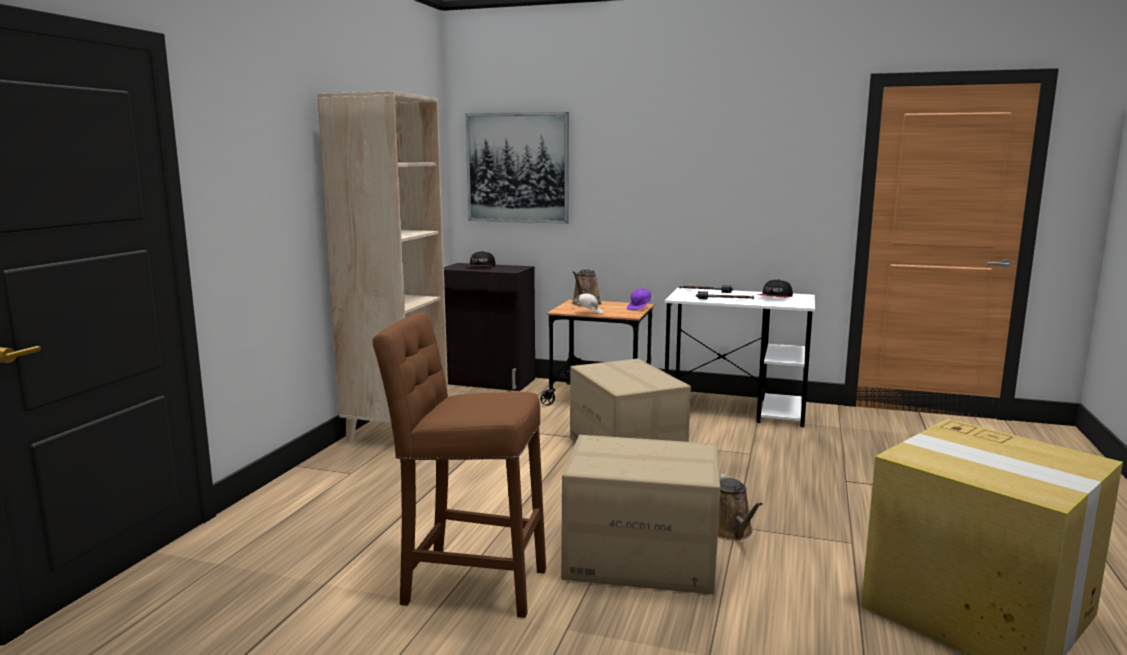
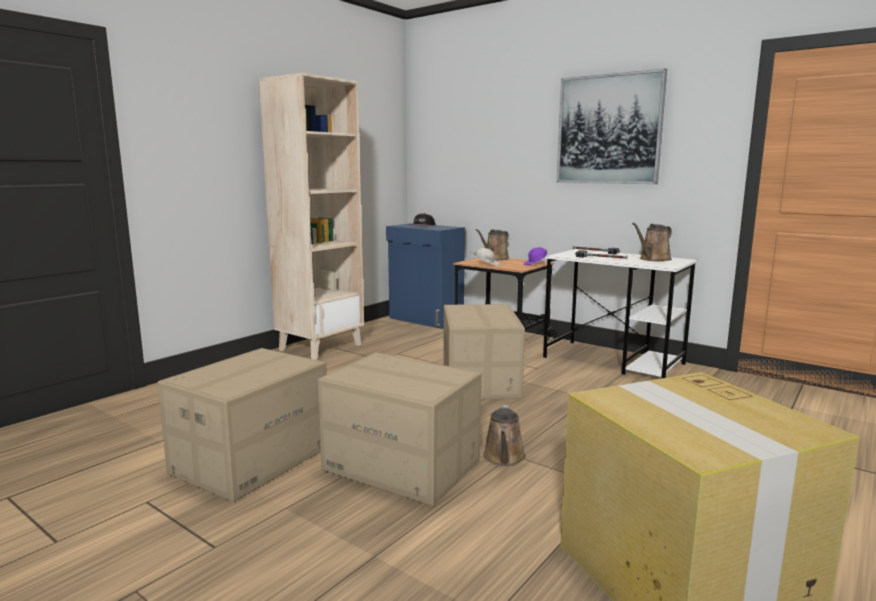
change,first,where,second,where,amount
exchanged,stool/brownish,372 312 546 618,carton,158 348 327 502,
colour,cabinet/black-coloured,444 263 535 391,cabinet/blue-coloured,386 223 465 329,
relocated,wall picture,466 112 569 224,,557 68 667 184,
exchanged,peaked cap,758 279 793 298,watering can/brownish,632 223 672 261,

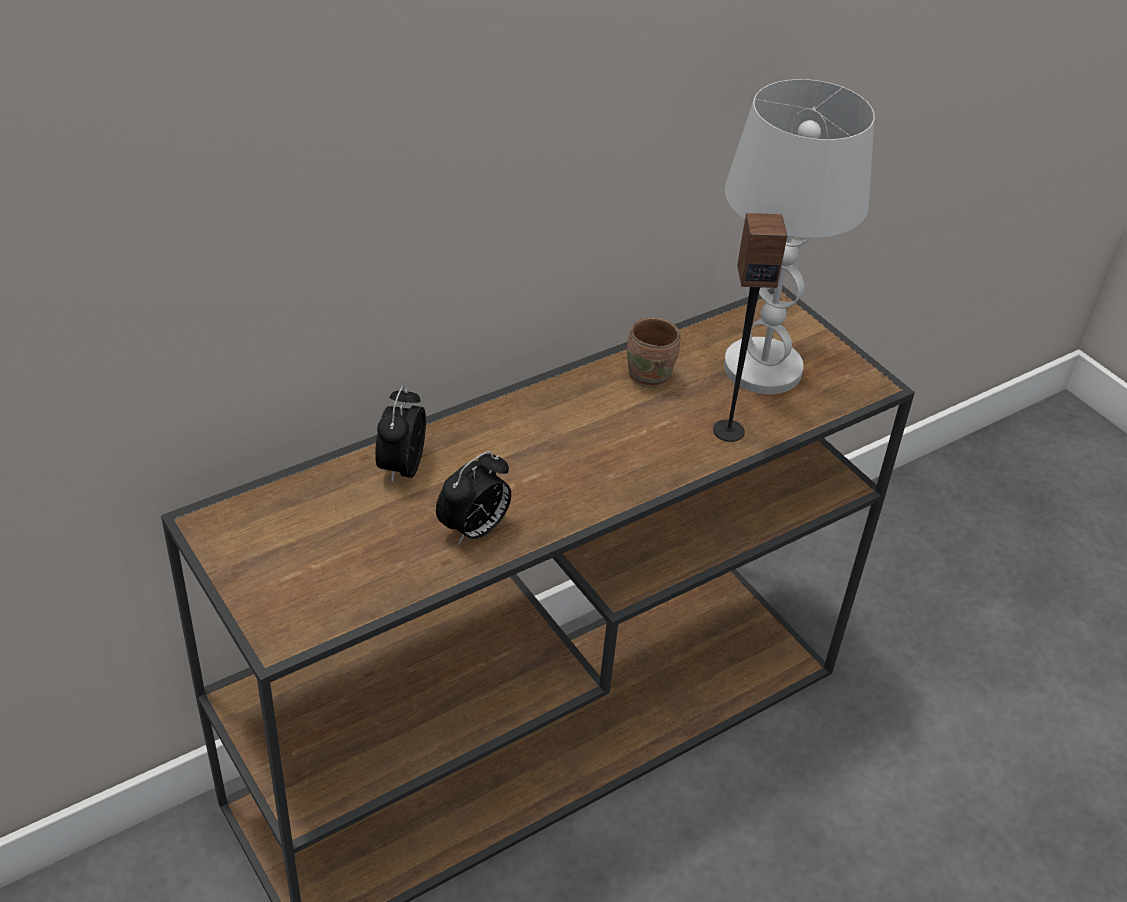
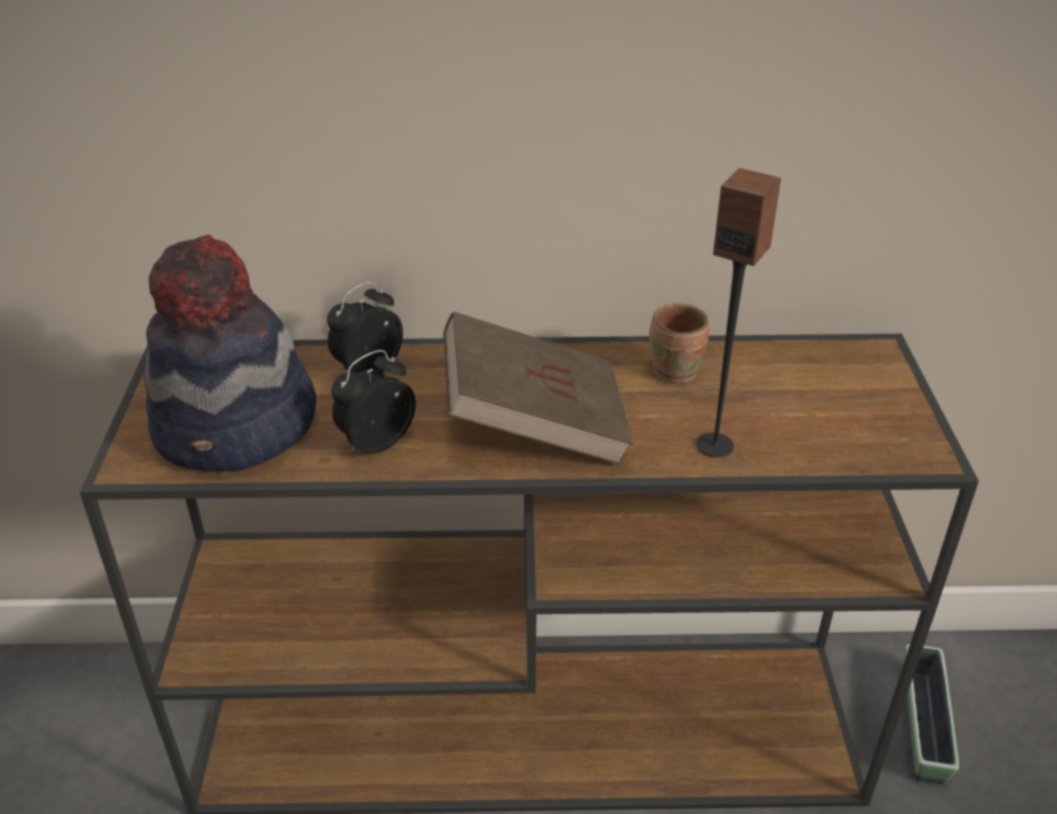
change,first,where,second,where,amount
appeared,,,hat,144 235 316 472,
spun,table clock,436 451 511 545,,331 350 416 454,150 degrees clockwise
appeared,,,volume/brownish,443 311 634 465,
appeared,,,planter,904 644 959 784,
missing,tabletop lamp/white-coloured,724 79 875 394,,,

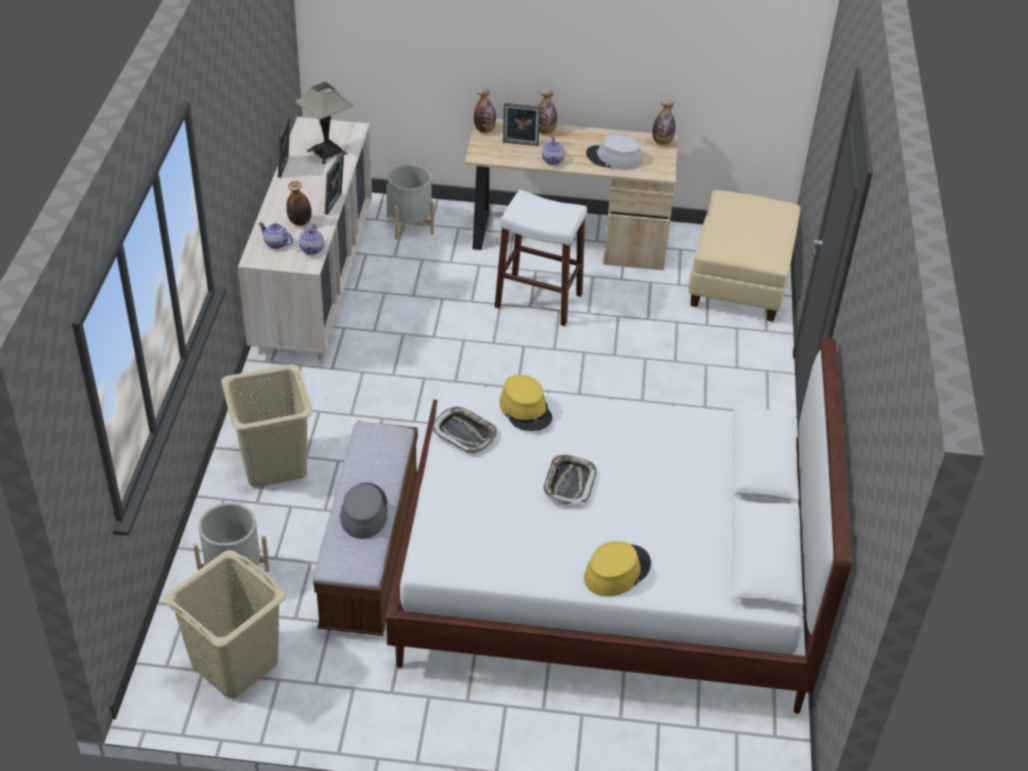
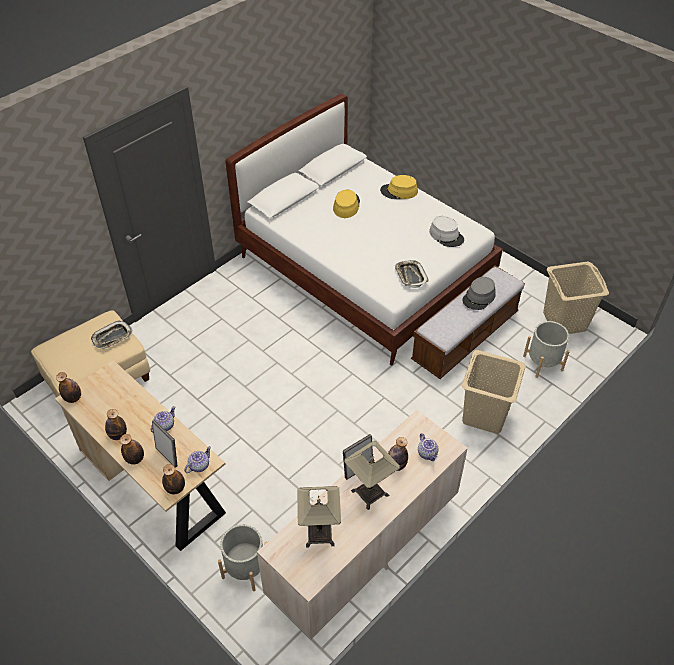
change,first,where,second,where,amount
relocated,serving tray,543 454 596 505,,91 321 133 349,
appeared,,,bottle,105 409 127 440,
relocated,teapot,299 224 324 255,,184 446 211 473,
relocated,hat/yellowish,499 374 552 431,,333 190 360 218,
appeared,,,tabletop lamp,344 441 400 510,
relocated,hat/grey,586 134 642 170,,429 216 464 247,
missing,photo frame,278 116 290 178,,,
missing,stool/white-coloured,495 190 587 326,,,

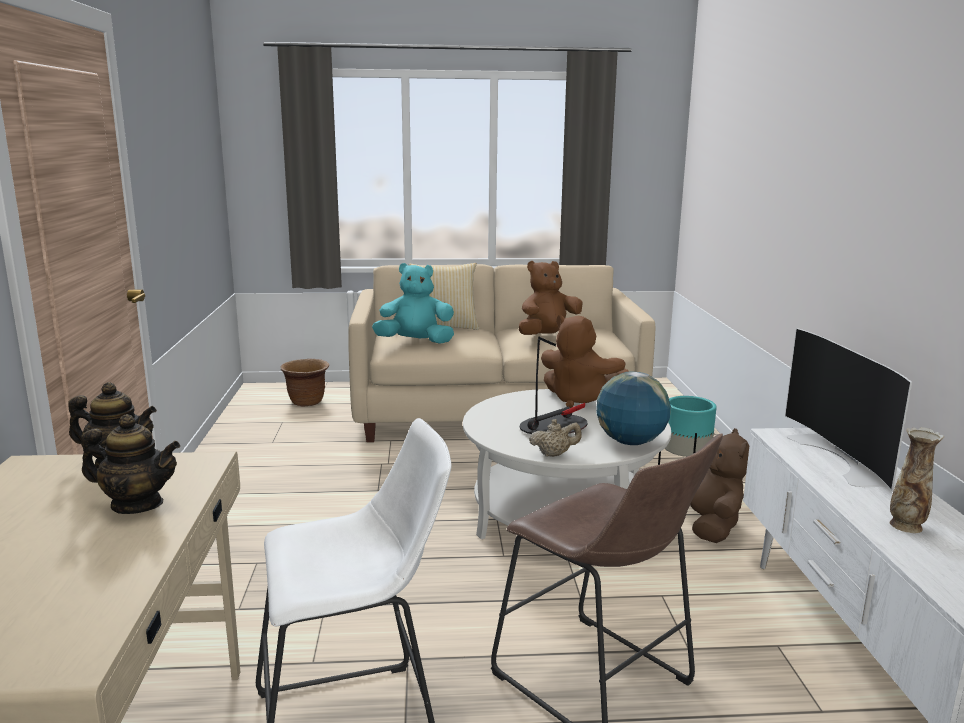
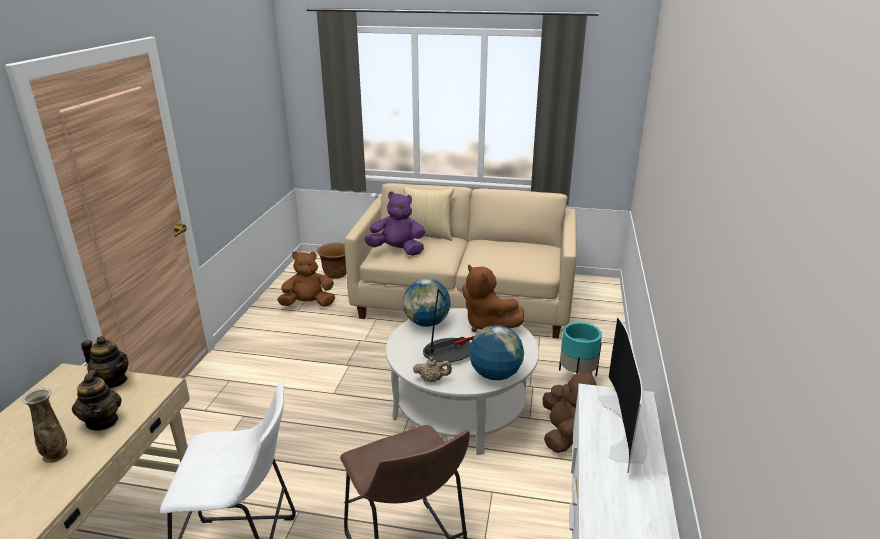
change,first,where,second,where,amount
relocated,flower vase,890 427 944 533,,21 388 68 463,
spun,teapot,81 414 180 514,,72 369 122 431,45 degrees clockwise
relocated,cuddly toy/brownish,519 261 582 335,,277 251 335 307,
colour,cuddly toy/turquoise-coloured,372 263 454 344,cuddly toy/purplish,364 191 425 256,
appeared,,,globe,403 279 451 327,

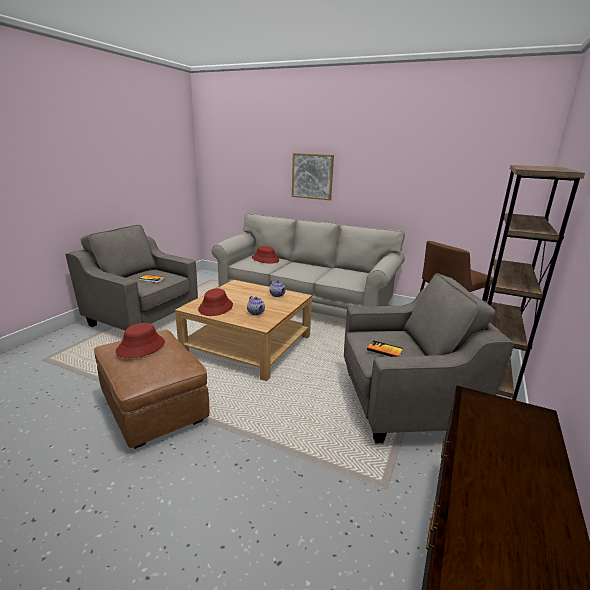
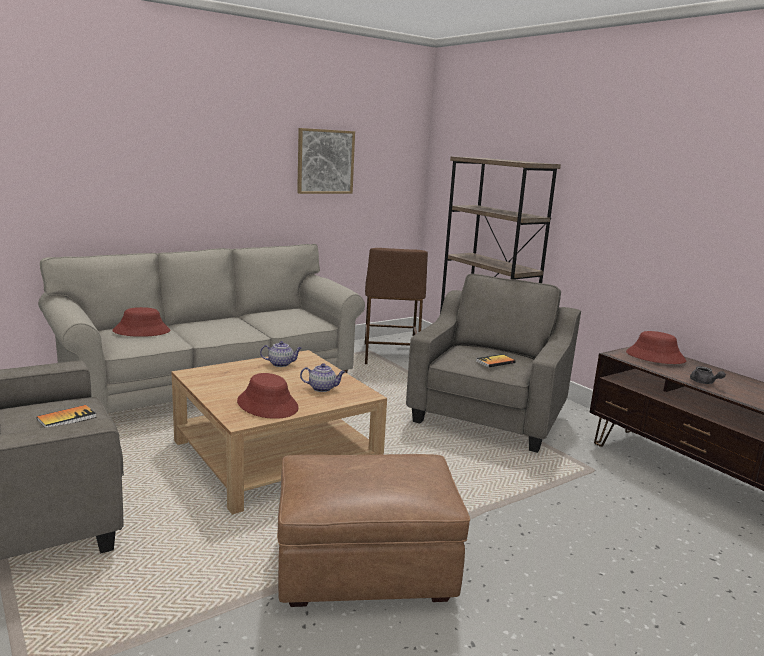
change,first,where,second,where,amount
relocated,wall picture,292 153 334 200,,297 128 355 194,
relocated,hat/red,116 323 165 358,,626 331 687 364,
appeared,,,teapot/grey,690 366 726 384,

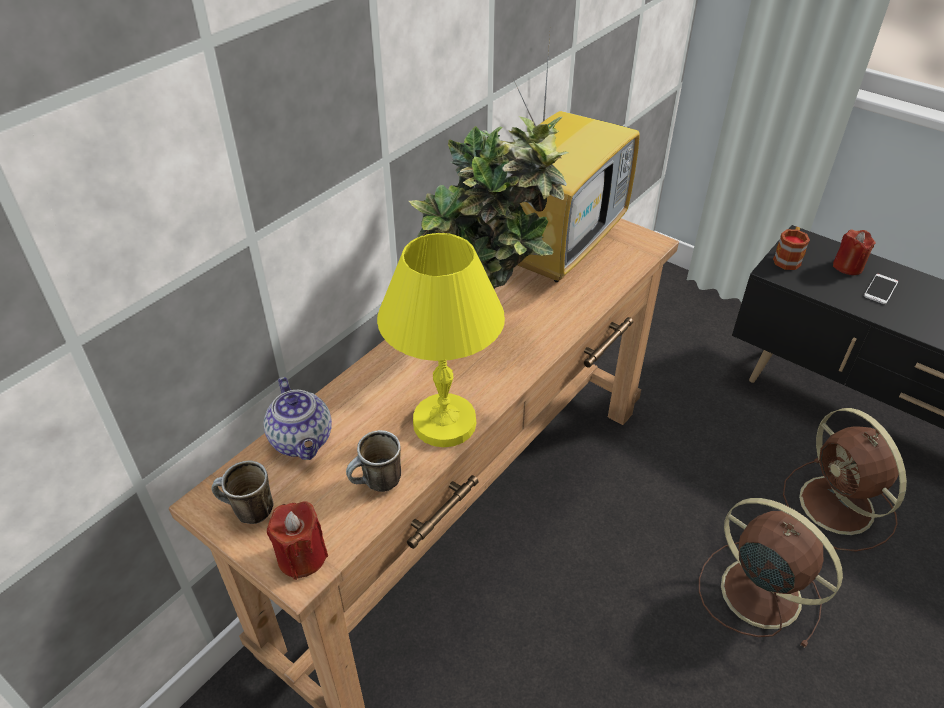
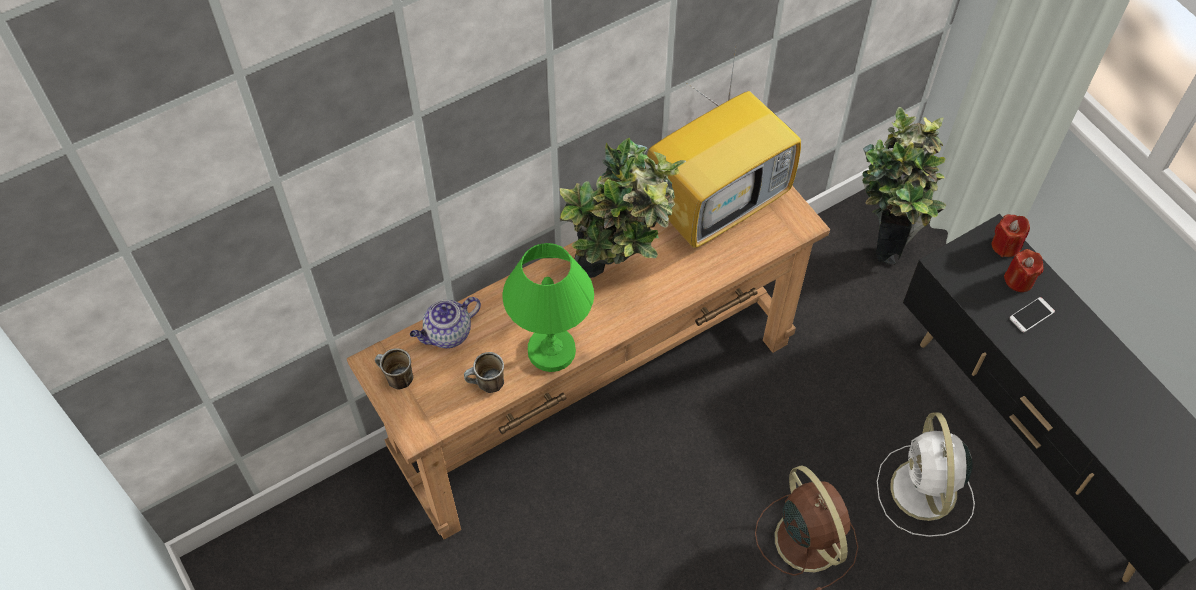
change,first,where,second,where,amount
spun,teapot,264 377 332 460,,410 297 481 348,60 degrees clockwise
colour,tabletop lamp/yellowish,377 233 505 447,tabletop lamp/green-coloured,502 243 594 372,
appeared,,,houseplant,862 107 946 265,
colour,fan/brownish,783 408 907 552,fan/white-coloured,877 413 975 537,
relocated,candle/red,267 501 328 580,,992 214 1030 257,
missing,coffee mug,773 227 810 270,,,

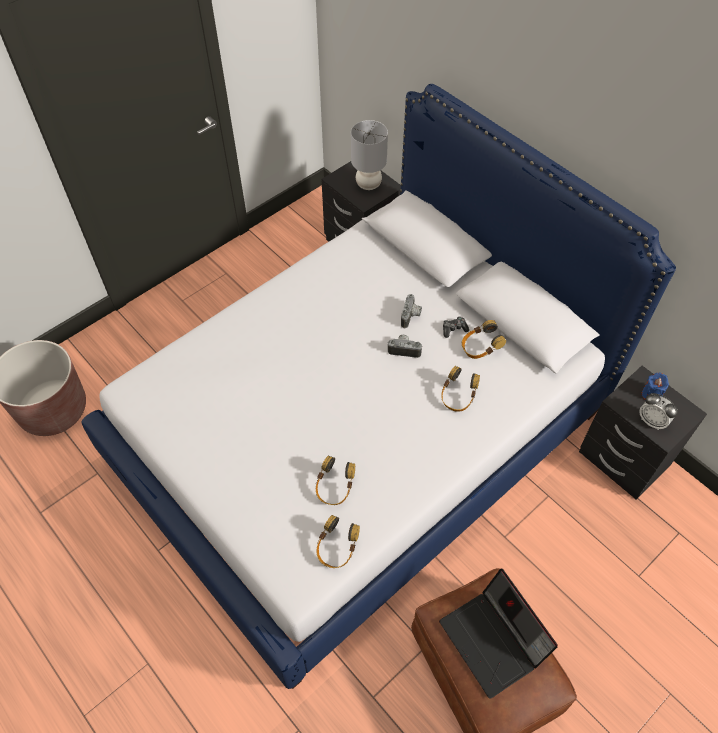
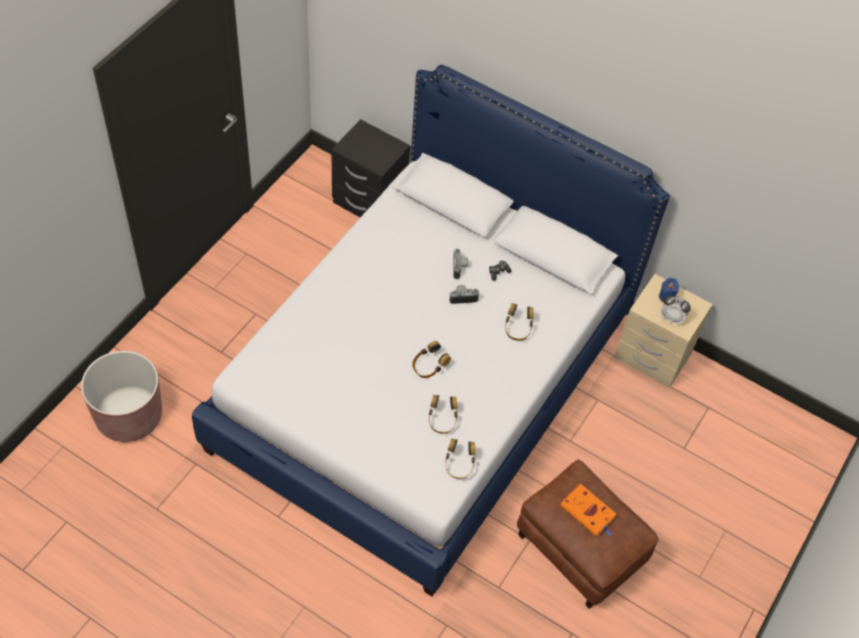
change,first,where,second,where,amount
relocated,headset,462 320 506 359,,412 341 451 378,
exchanged,portable computer,439 569 558 699,volume/orange,560 484 616 537,
colour,night table/black-coloured,579 366 707 500,night table/beige-coloured,614 274 713 388,
missing,tabletop lamp/grey,351 120 388 190,,,

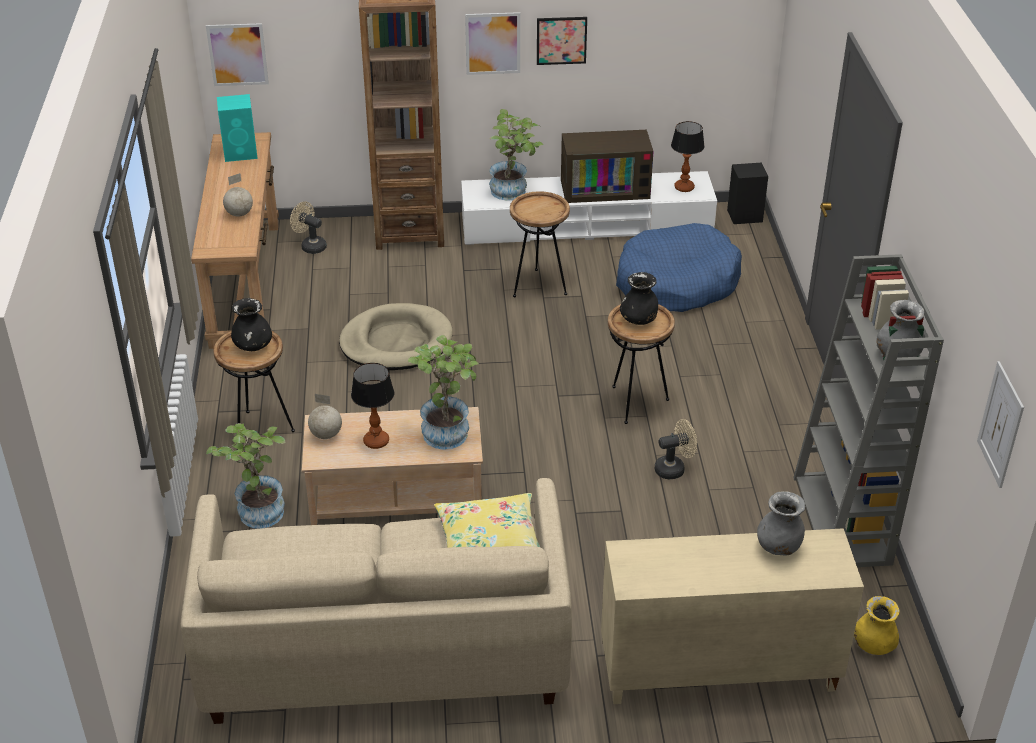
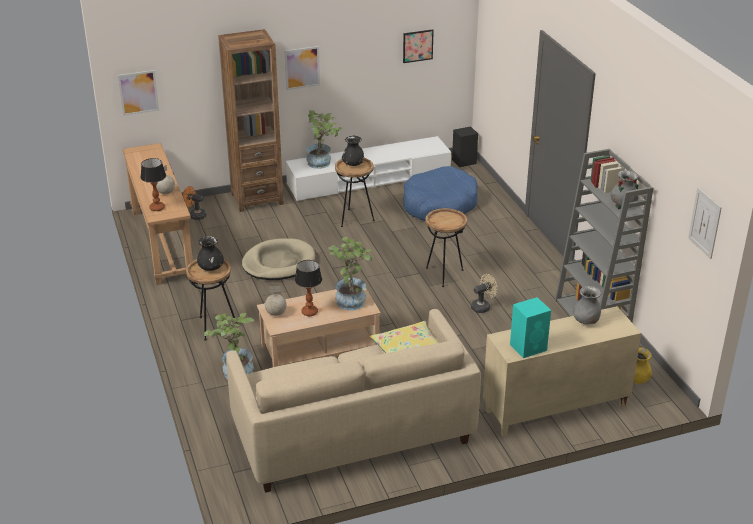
change,first,where,second,where,amount
relocated,tabletop lamp,671 121 705 192,,141 158 166 211,
colour,fan/beige-coloured,290 202 327 254,fan/orange,182 186 206 220,
relocated,flower vase/black-coloured,620 272 658 325,,342 136 364 166,
relocated,wall picture,537 17 587 65,,403 29 434 63,
relocated,loudspeaker/turquoise-coloured,217 94 258 162,,510 297 551 358,
missing,television,561 130 653 203,,,

